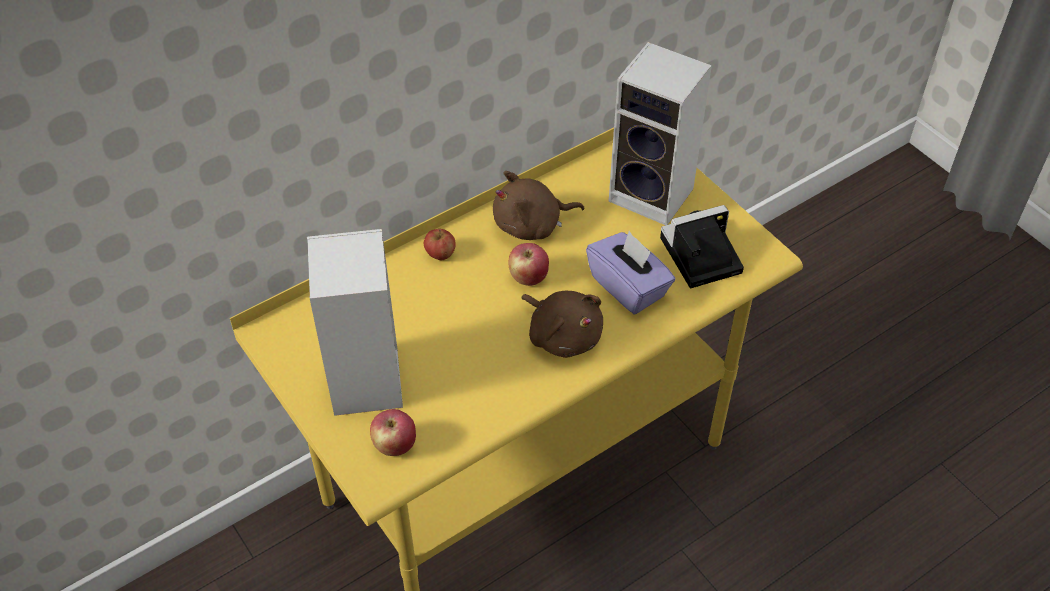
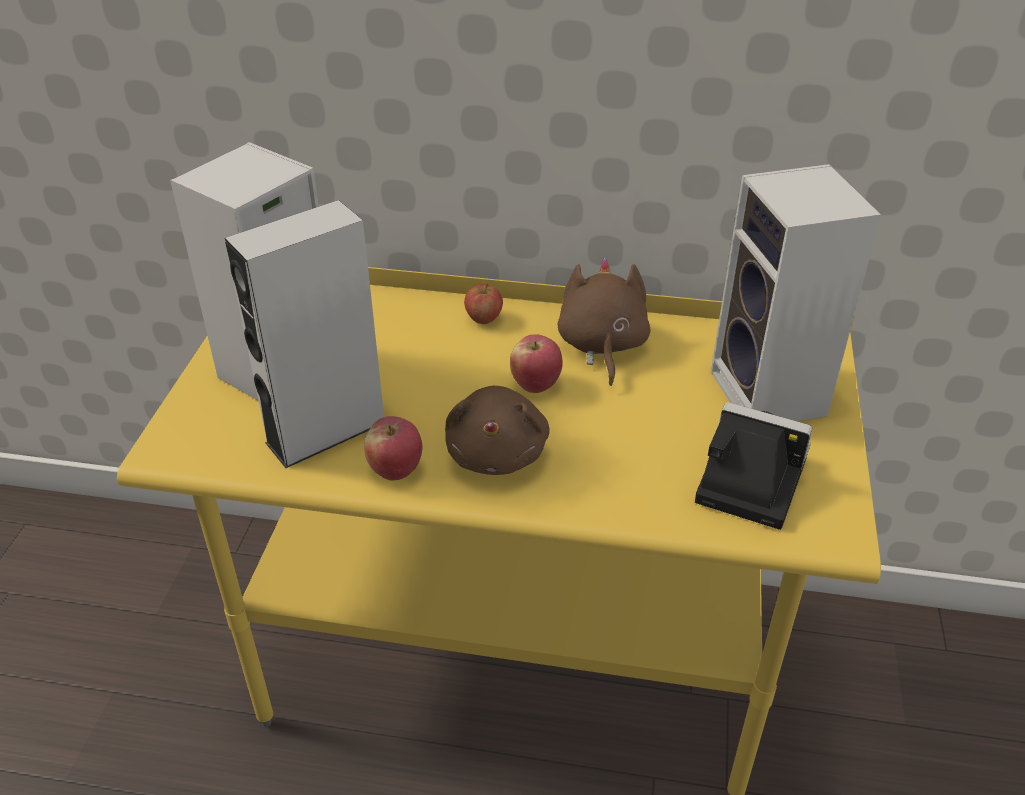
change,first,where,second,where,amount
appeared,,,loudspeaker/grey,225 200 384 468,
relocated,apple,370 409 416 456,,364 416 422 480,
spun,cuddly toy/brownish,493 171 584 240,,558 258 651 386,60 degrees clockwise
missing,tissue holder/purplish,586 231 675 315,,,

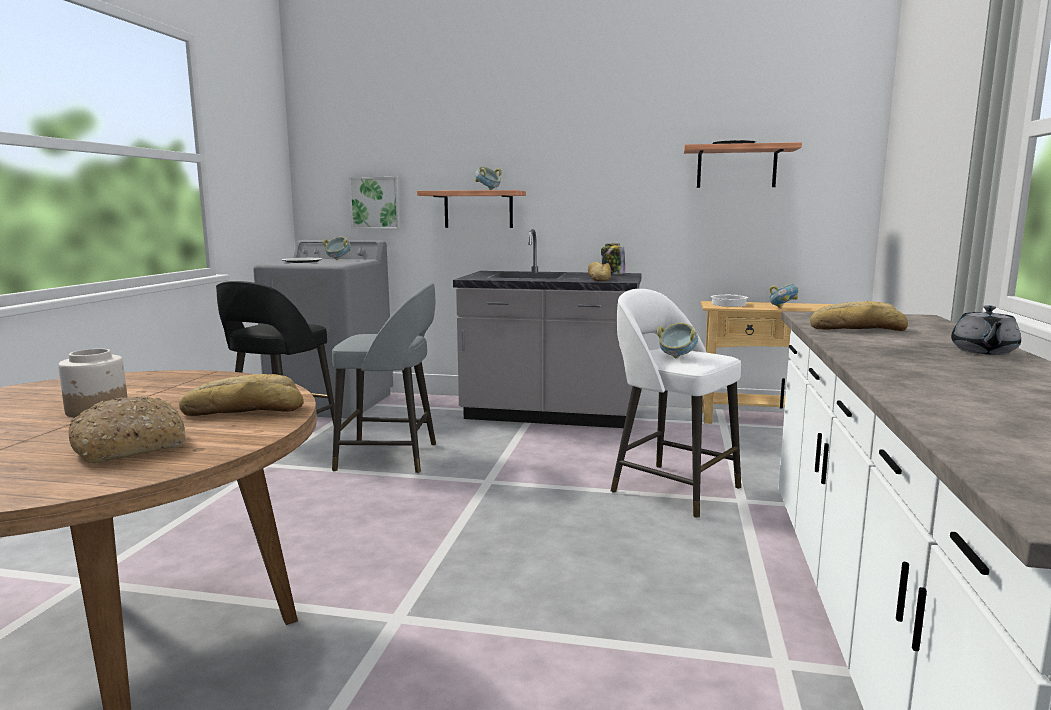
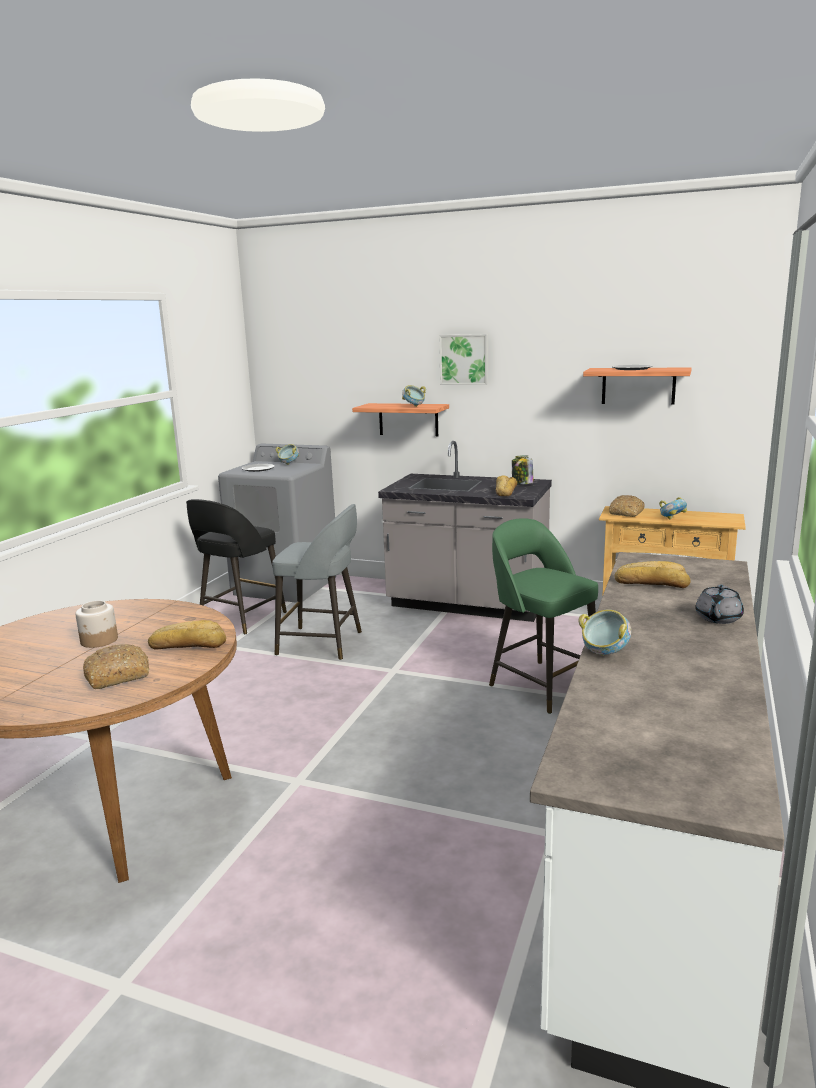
change,first,where,second,where,amount
relocated,wall picture,348 177 401 229,,439 334 488 385,
colour,stool/white-coloured,611 289 741 518,stool/green-coloured,489 518 598 714,
relocated,deep dish,657 323 698 358,,579 610 631 656,
exchanged,stockpot,711 294 748 307,baked bread,609 495 645 517,

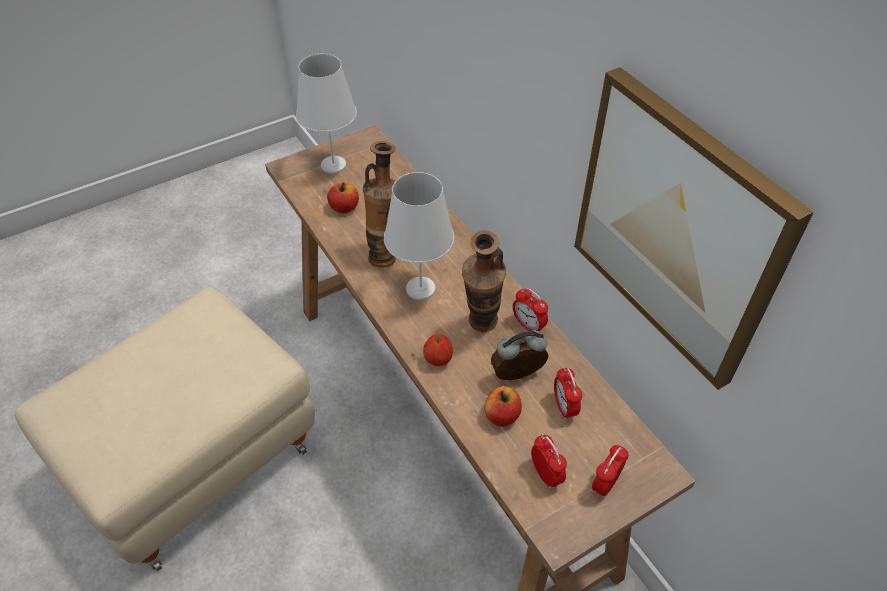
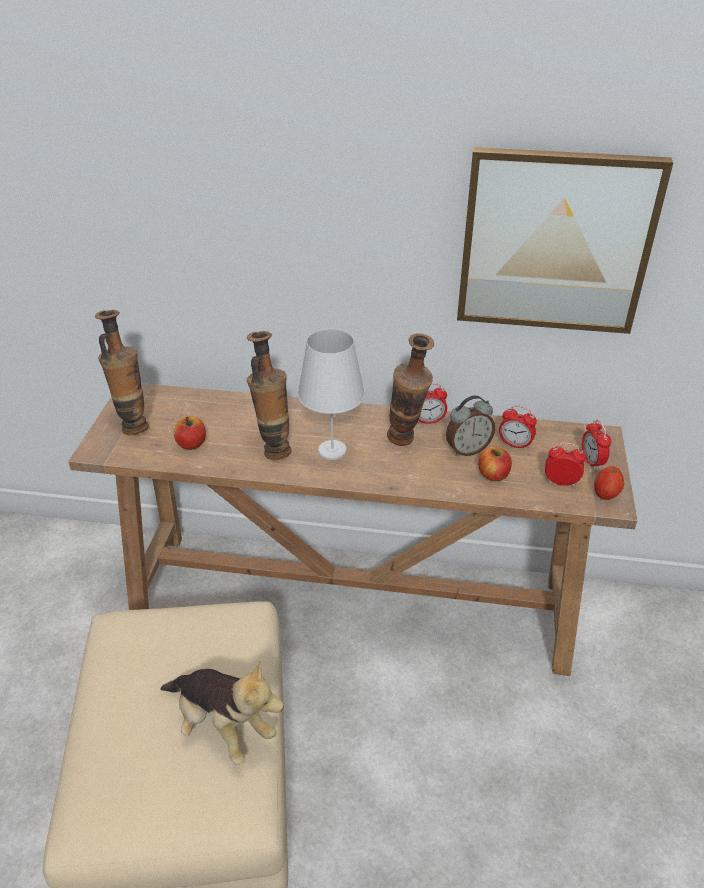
change,first,where,second,where,amount
exchanged,tabletop lamp/white-coloured,296 54 357 174,flower vase,95 310 149 435,
appeared,,,cuddly toy,160 662 284 765,
spun,table clock,491 330 548 380,,446 396 495 456,135 degrees counterclockwise
relocated,apple,423 334 453 366,,594 466 624 500,

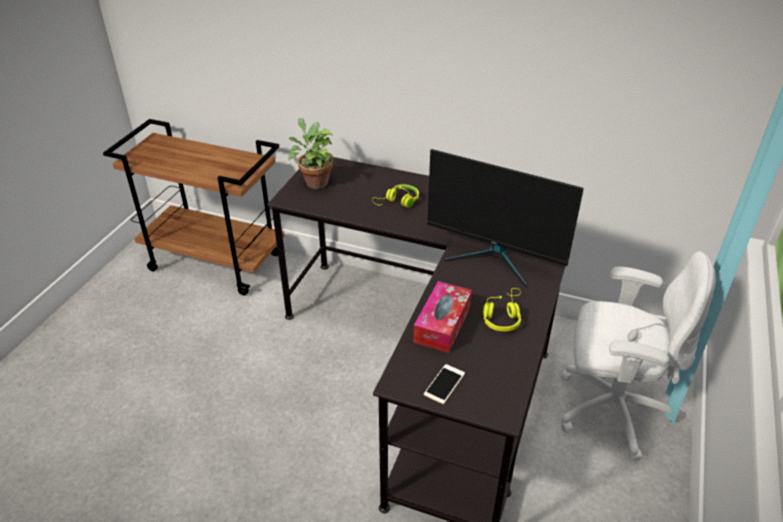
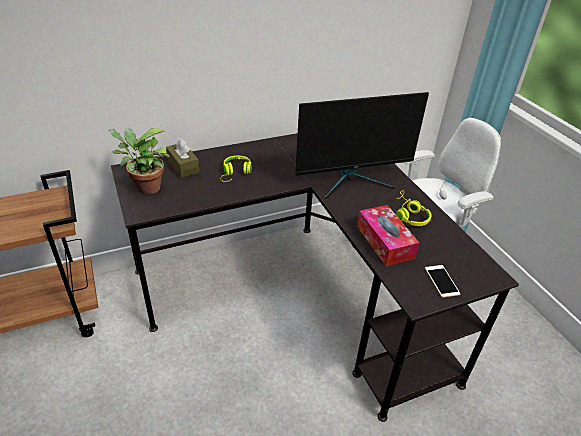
change,first,where,second,where,amount
appeared,,,tissue holder/brownish,166 138 200 178,

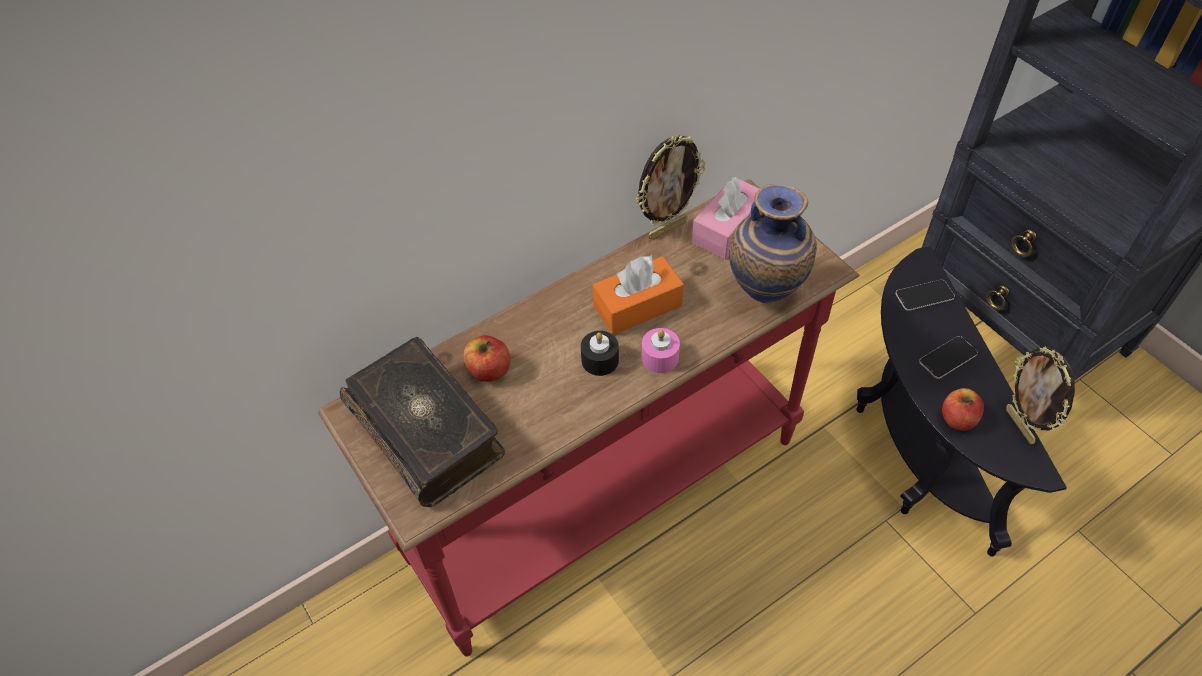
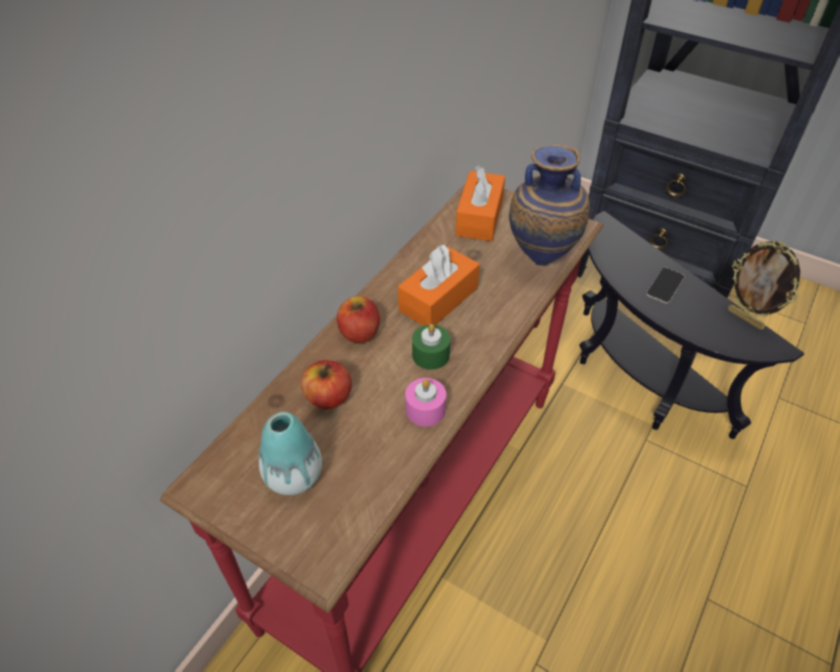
change,first,where,second,where,amount
exchanged,volume,340 337 505 507,flower vase,259 412 322 495,
relocated,apple,942 388 984 431,,337 296 380 343,
relocated,candle/pink,642 328 680 373,,405 378 446 427,
colour,candle/black-coloured,581 331 619 376,candle/green-coloured,412 324 450 370,
colour,tissue holder/pink,692 177 760 260,tissue holder/orange,455 166 505 241,
missing,photo frame,636 135 705 240,,,
missing,telephone,895 279 955 311,,,

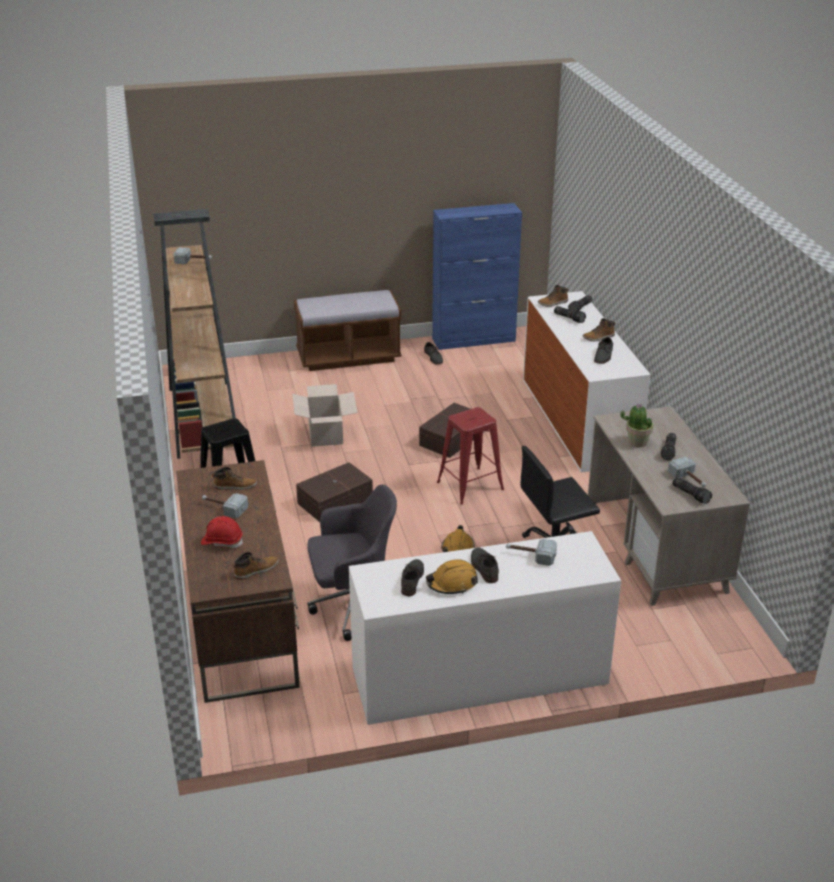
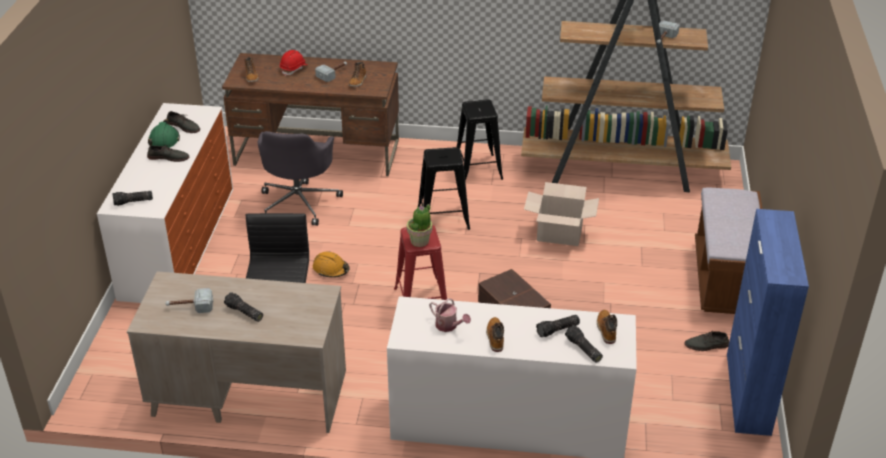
change,first,where,second,where,amount
relocated,hand torch,672 477 712 504,,112 191 153 206,
colour,work helmet/orange,426 559 478 594,work helmet/green-coloured,148 119 180 148,
relocated,houseplant,620 403 653 447,,407 204 432 247,
exchanged,storage bin/brownish,296 462 373 522,stool/black-coloured,417 147 470 230,
exchanged,shoe/grey,594 337 613 364,watering can,429 298 471 332,
missing,hand hammer,506 539 557 566,,,

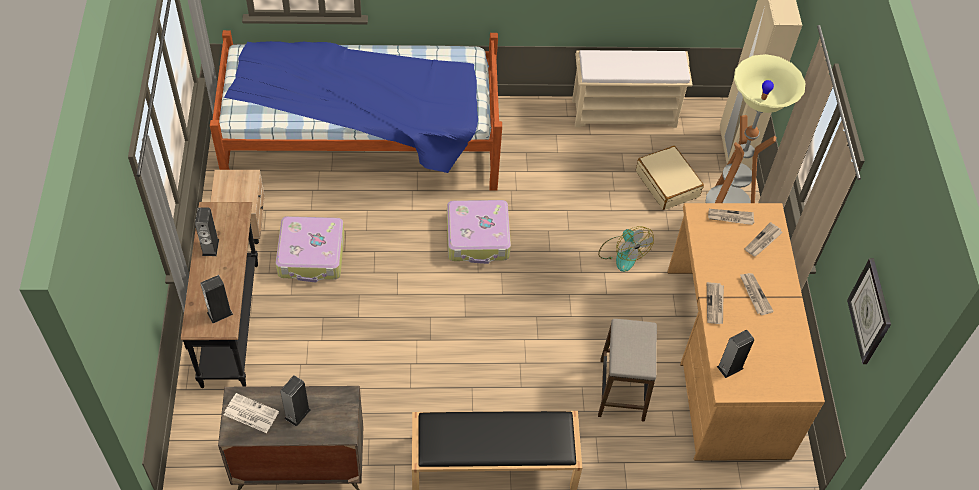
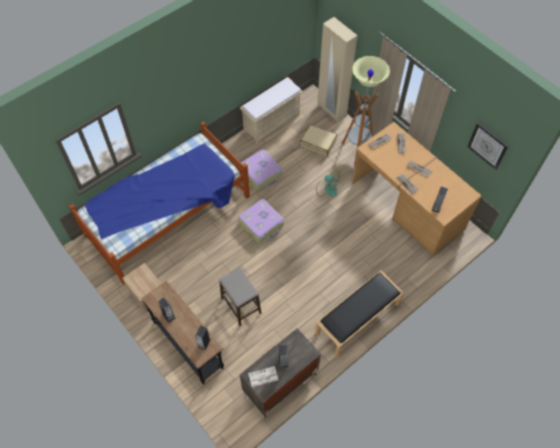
change,first,where,second,where,amount
relocated,stool,598 319 657 422,,219 268 261 326,
relocated,travel case,276 216 344 282,,241 149 282 190,

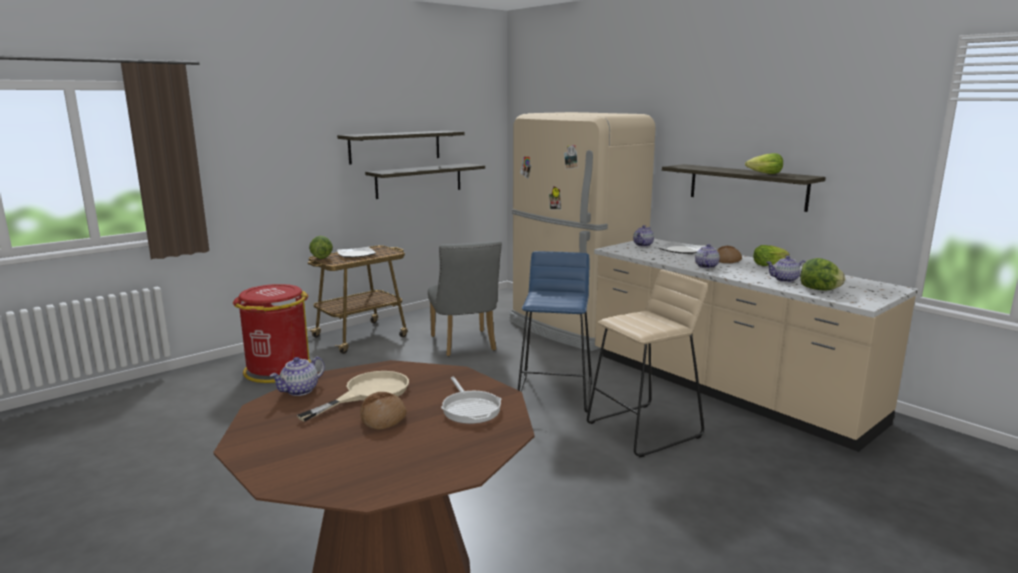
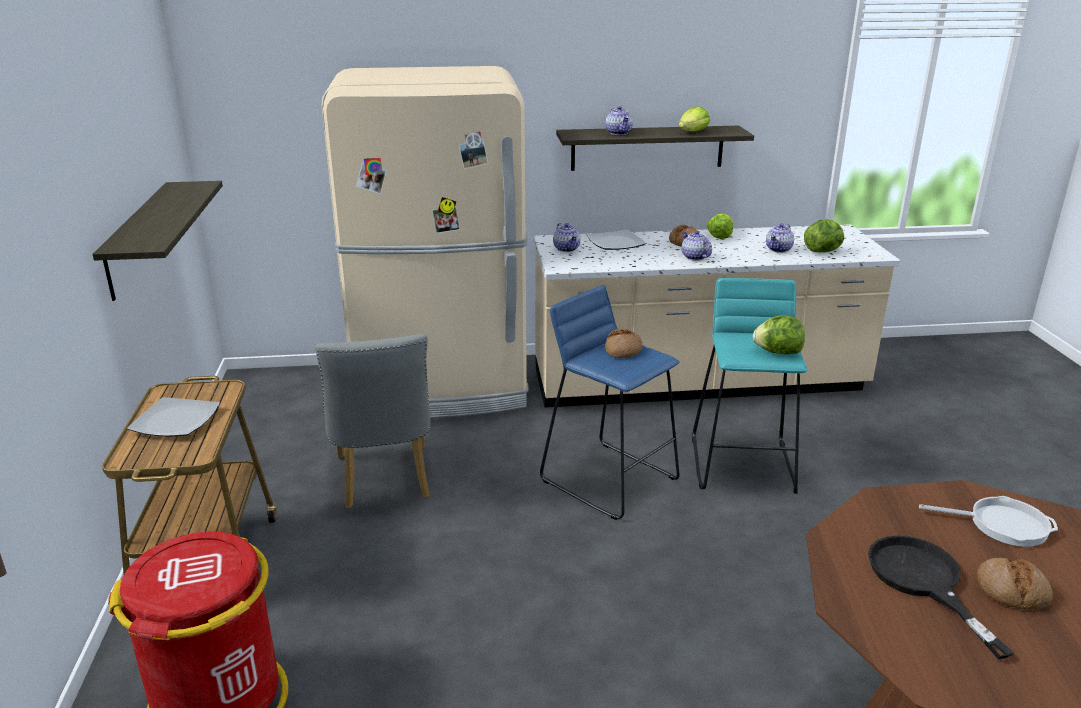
change,first,where,second,where,amount
spun,chair/grey,428 241 502 356,,315 334 431 508,60 degrees clockwise
appeared,,,baked bread,605 329 642 358,
relocated,teapot,270 357 325 396,,606 106 633 135,
colour,stool/beige-coloured,587 269 708 457,stool/turquoise-coloured,692 278 808 494,
relocated,lettuce head,309 236 333 259,,753 315 805 354,
colour,frying pan/beige-coloured,297 371 409 422,frying pan/black-coloured,868 536 1014 659,
missing,bracket shelf,337 131 465 165,,,

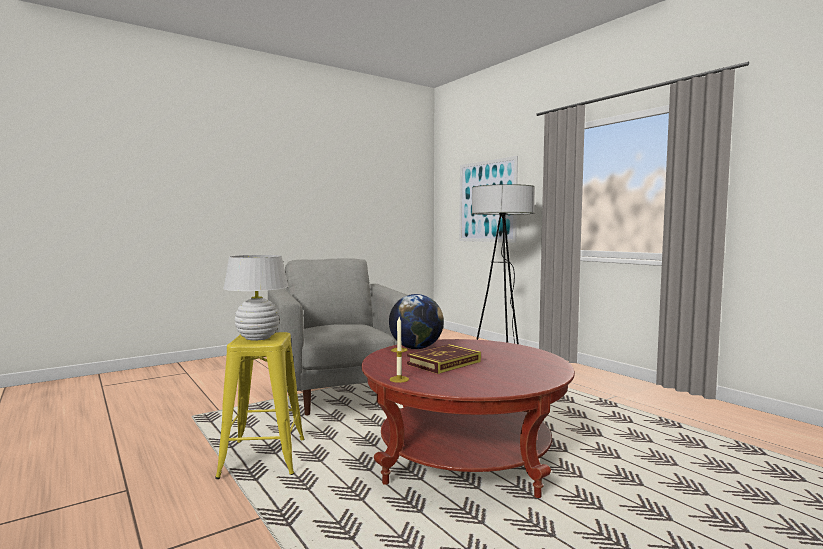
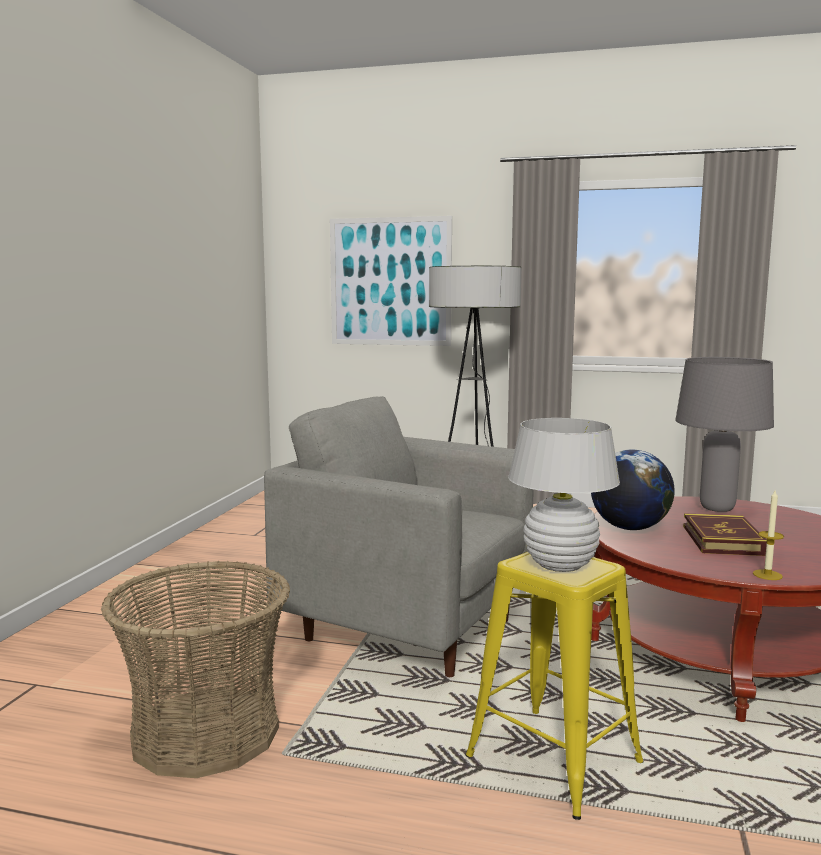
change,first,where,second,where,amount
appeared,,,storage basket,101 561 290 778,
appeared,,,tabletop lamp/grey,675 357 774 512,

